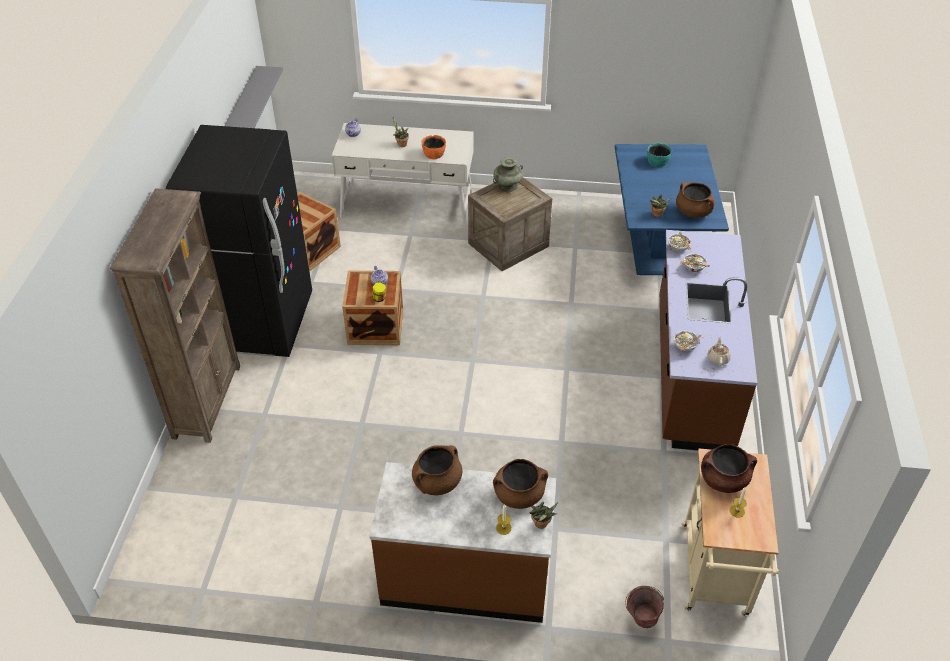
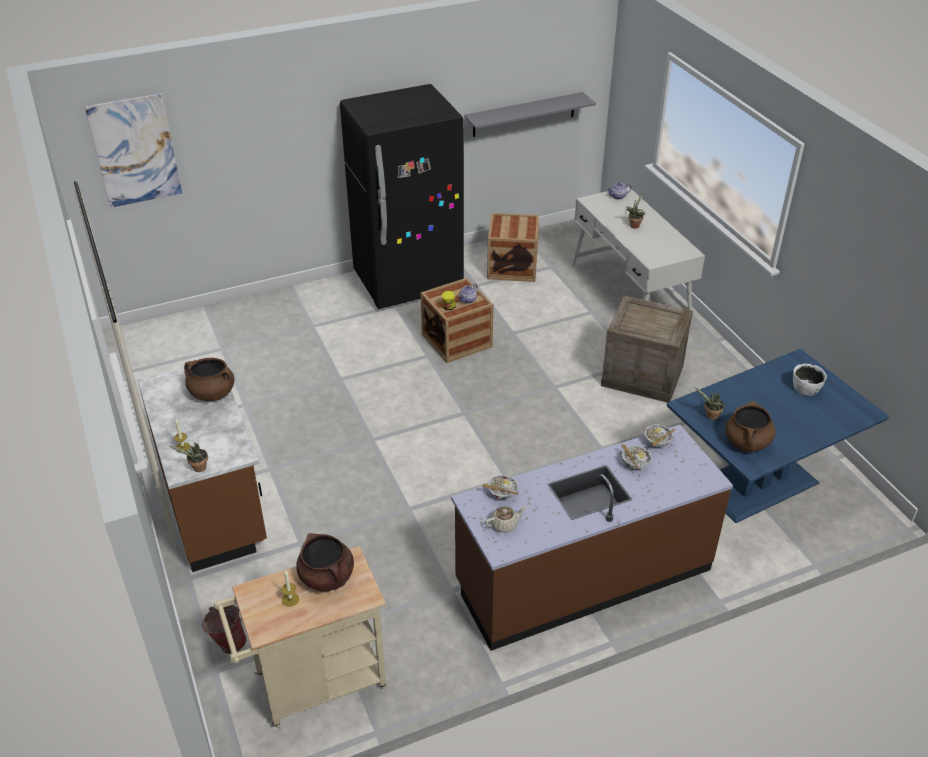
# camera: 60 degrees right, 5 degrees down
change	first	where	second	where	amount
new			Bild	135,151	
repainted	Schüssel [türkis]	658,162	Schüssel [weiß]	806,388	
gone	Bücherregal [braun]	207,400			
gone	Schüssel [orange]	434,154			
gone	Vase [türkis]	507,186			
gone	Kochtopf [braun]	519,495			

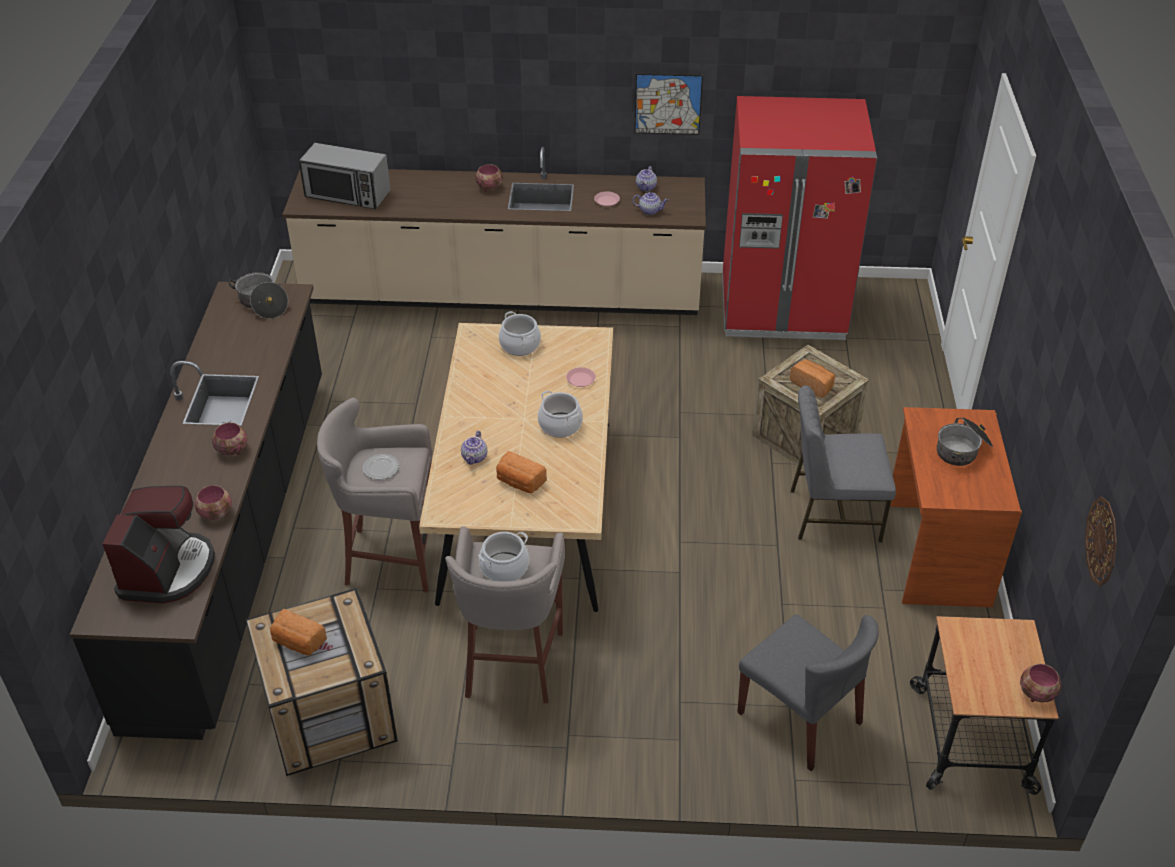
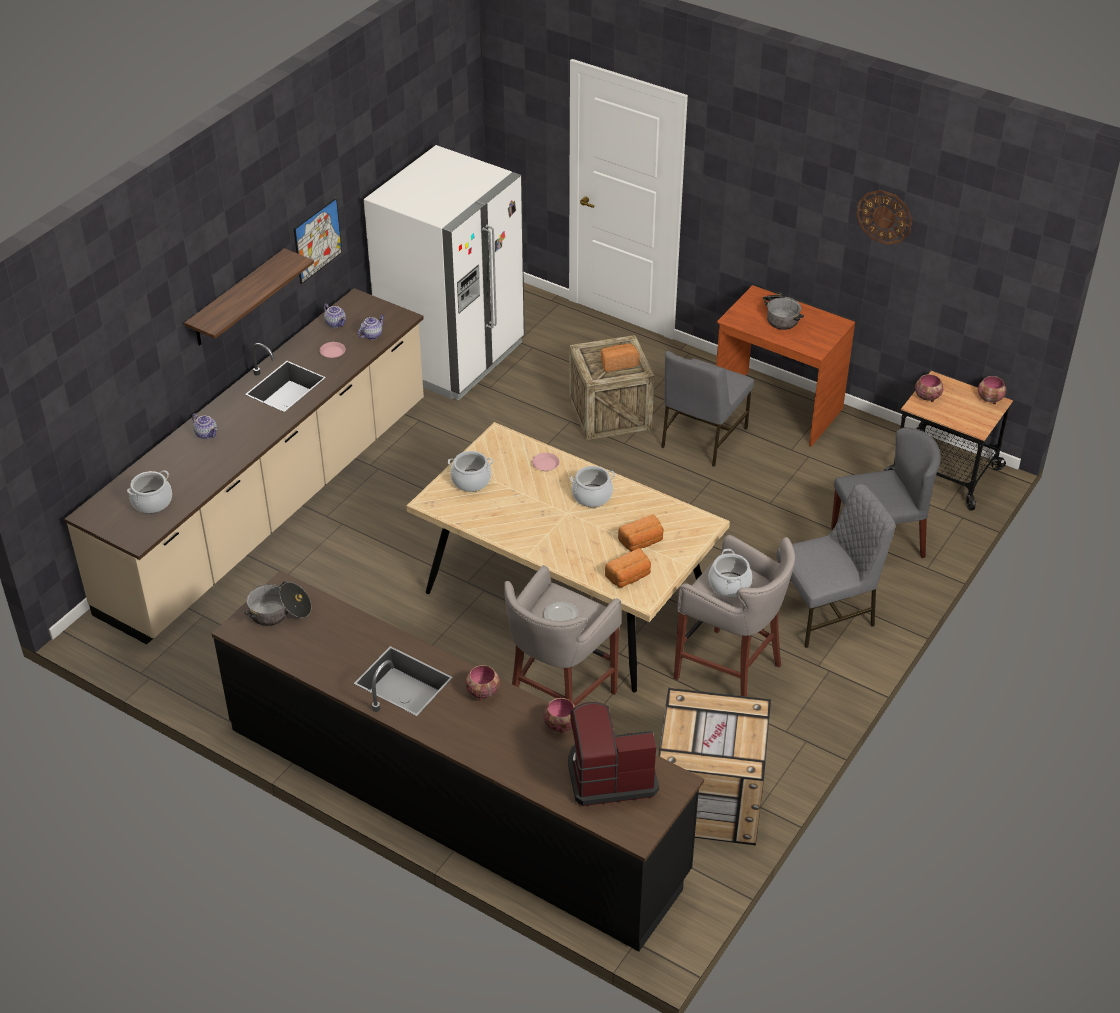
# camera: 60 degrees left, 0 degrees up
change	first	where	second	where	amount
swapped	Mikrowelle	347,194	Kochtopf	152,502	
new			Wandregal	237,299	
shifted	Teekanne	475,458		207,434	
repainted	Kühlschrank [rot]	782,309	Kühlschrank [weiß]	452,356	
rotated	Kaffeemaschine	167,570		610,774	45 degrees counterclockwise
shifted	Brot	298,642		629,577	
new			Stuhl [grau]	826,613	
shifted	Wanduhr	1102,541		884,216	
shifted	Schüssel	490,187		927,396	

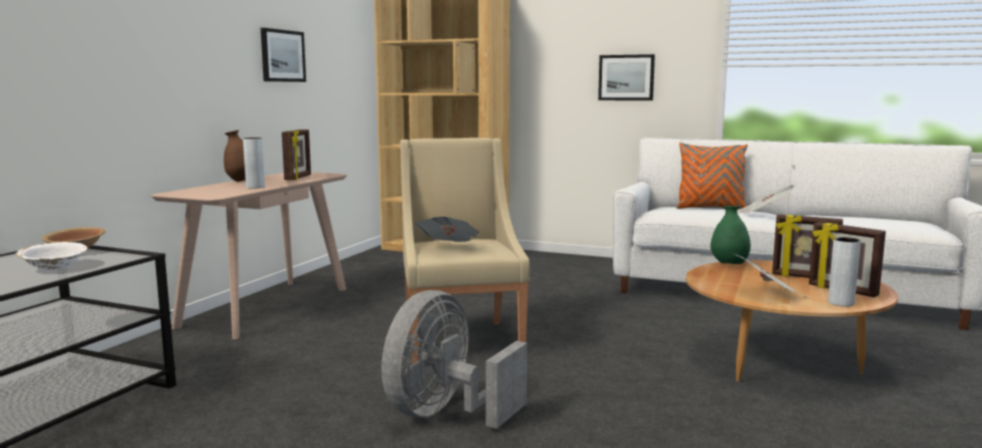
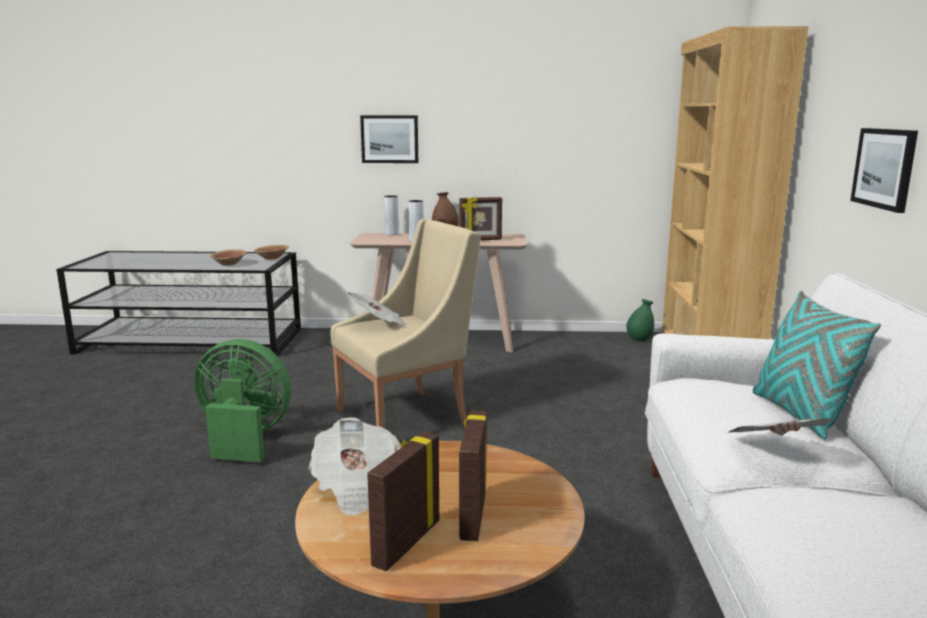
# camera: 70 degrees right, 5 degrees up
change	first	where	second	where	amount
repainted	Ventilator [grau]	445,414	Ventilator [grün]	244,438	
repainted	Schüssel [weiß]	54,268	Schüssel [braun]	229,264	
shifted	Bild	282,56		389,139	
shifted	Vase [grau]	841,303		391,234	
shifted	Vase [grün]	729,264		639,340	
repainted	Kissen [orange]	710,208	Kissen [türkis]	799,414	

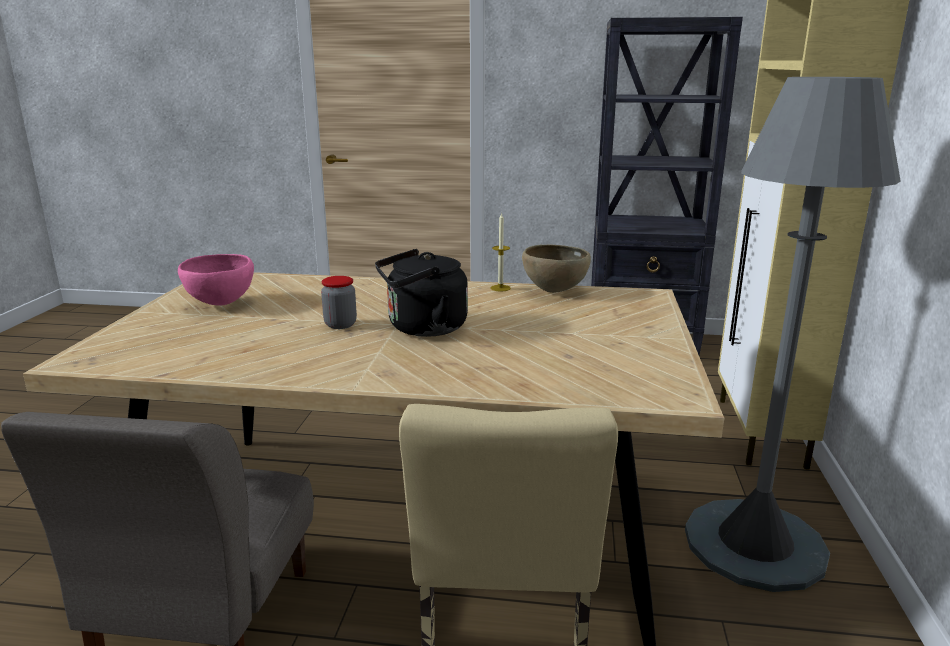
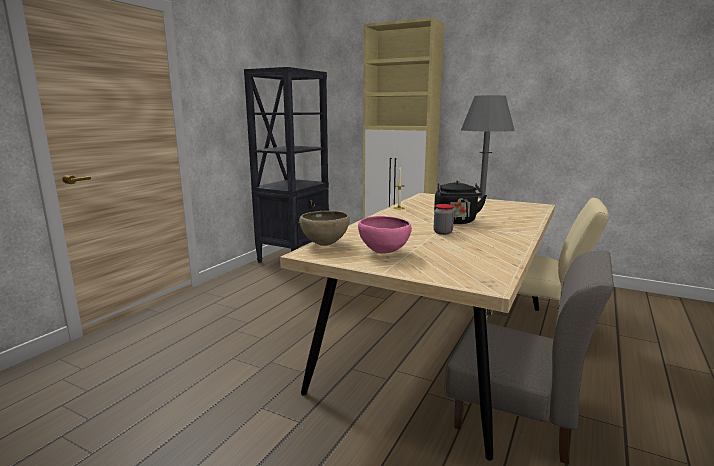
# camera: 70 degrees left, 5 degrees down
change	first	where	second	where	amount
shifted	Schüssel [braun]	554,291		325,244	

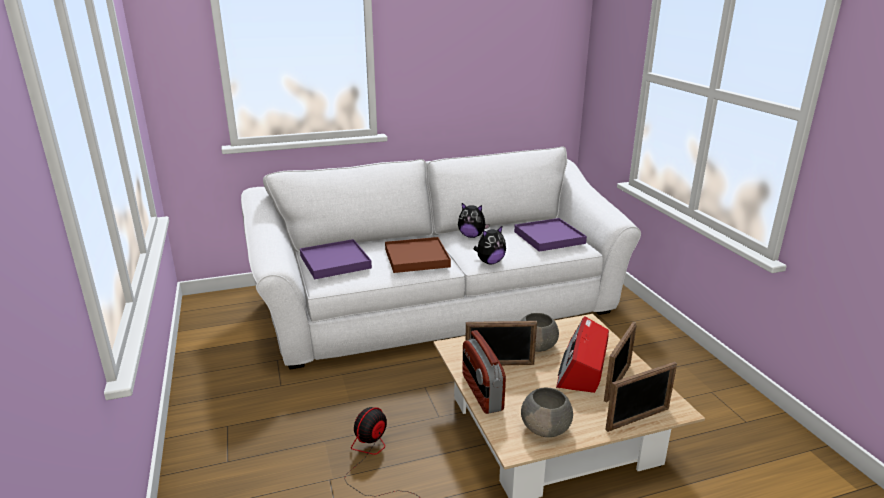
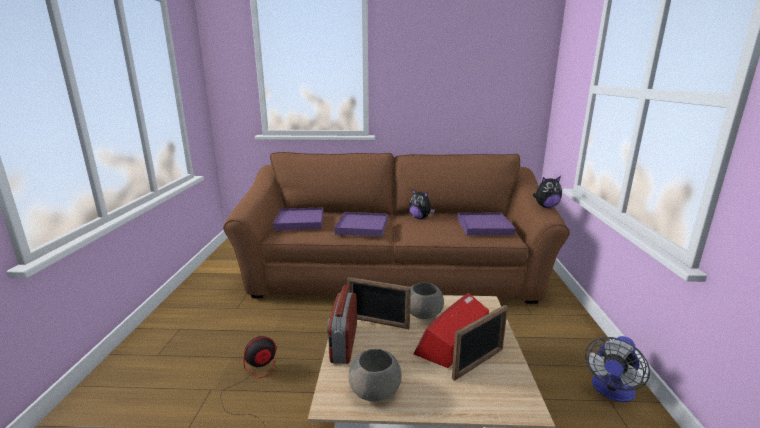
# camera: 20 degrees right, 5 degrees down
change	first	where	second	where	amount
repainted	Sofa [weiß]	440,305	Sofa [braun]	393,272	
repainted	Tablett [braun]	416,258	Tablett [lila]	362,226	
shifted	Plüschtier	490,262		546,206	
new			Ventilator	611,391	
gone	Bilderrahmen	638,419			

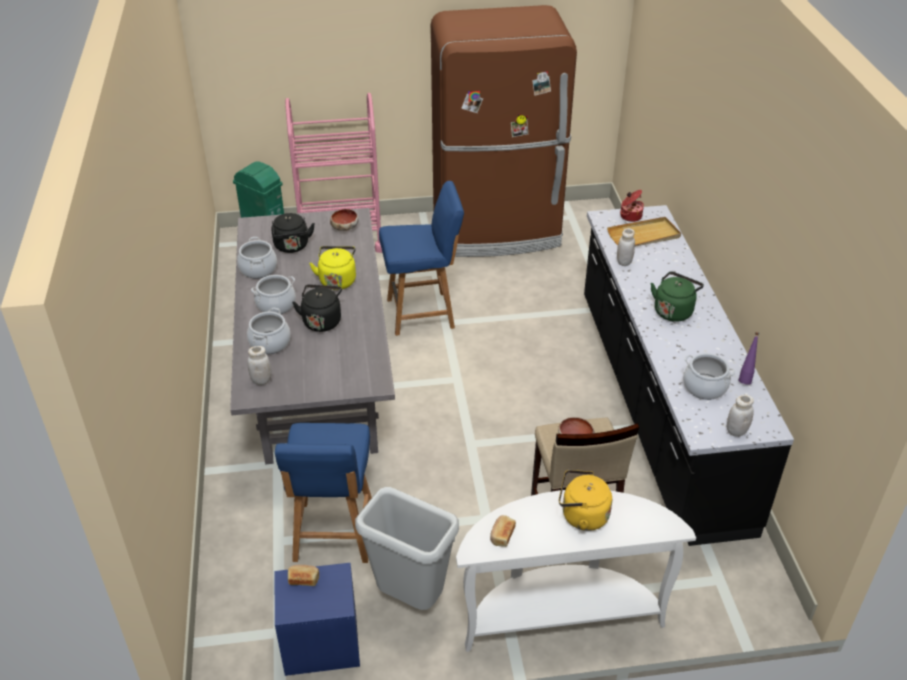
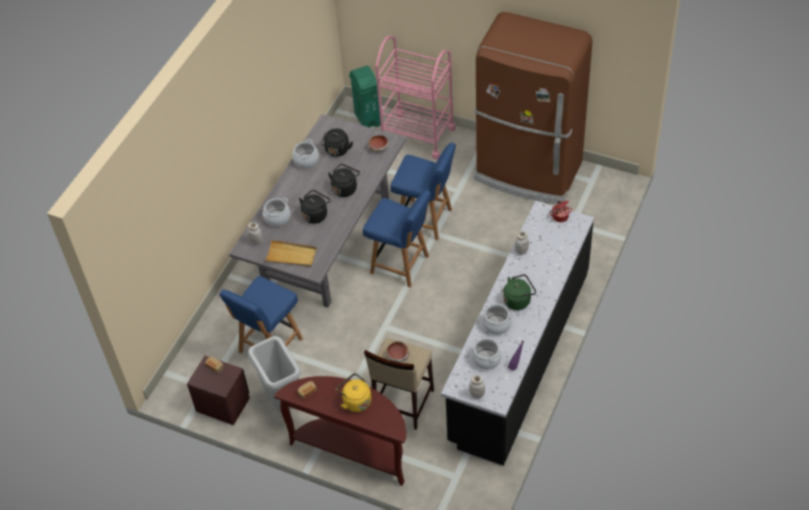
# camera: 35 degrees right, 10 degrees up
change	first	where	second	where	amount
repainted	Nachttisch [blau]	321,644	Nachttisch [braun]	223,404	
shifted	Tablett [beige]	644,235		291,255	
repainted	Konsolentisch [weiß]	560,613	Konsolentisch [braun]	353,450	
repainted	Wasserkessel [gelb]	337,280	Wasserkessel [schwarz]	345,188	
new			Stuhl [blau]	401,265	
shifted	Kochtopf	276,305		496,324	

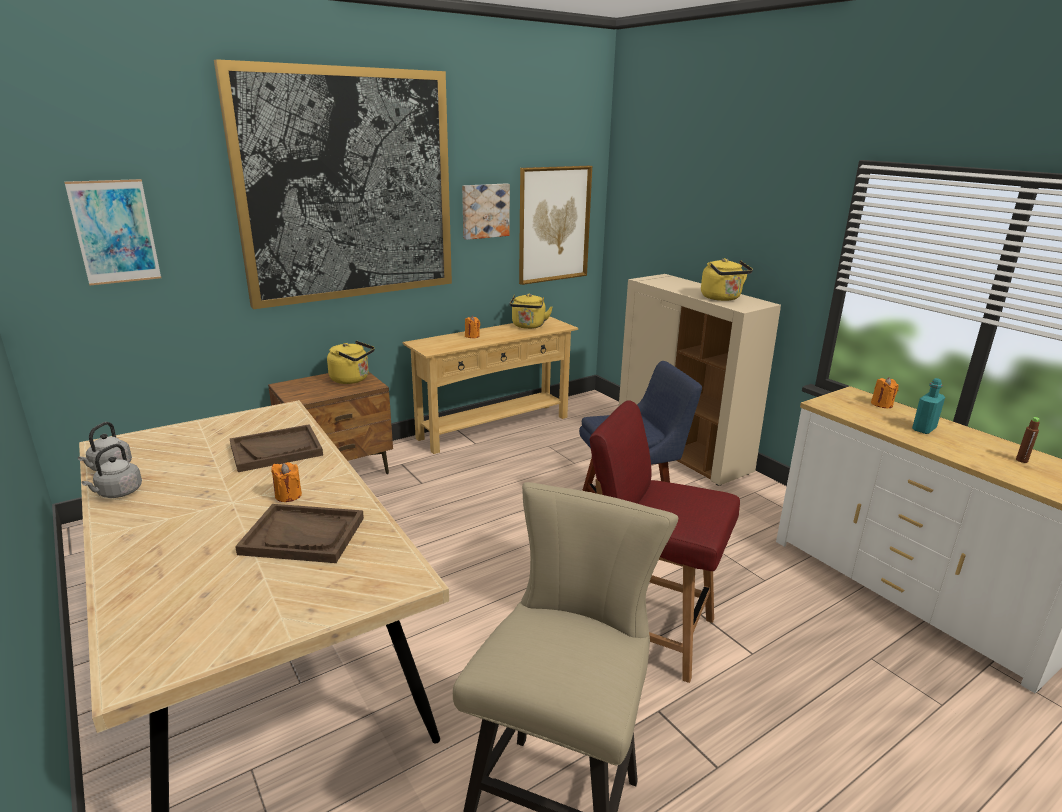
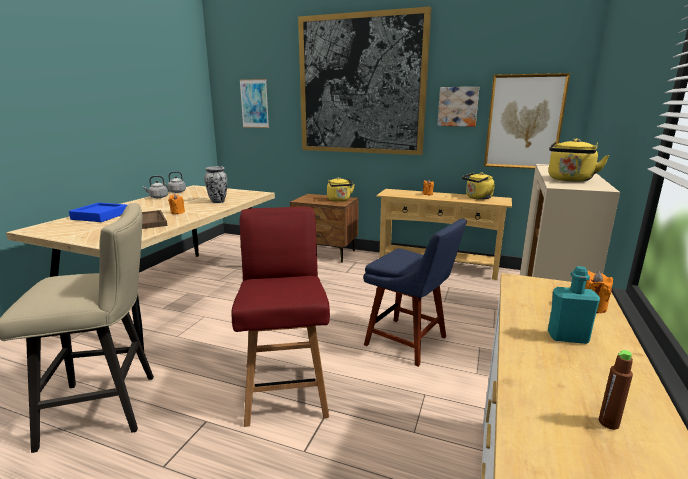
# camera: 55 degrees right, 5 degrees down
change	first	where	second	where	amount
new			Tablett [blau]	100,216	
swapped	Tablett [braun]	276,450	Vase	218,201	

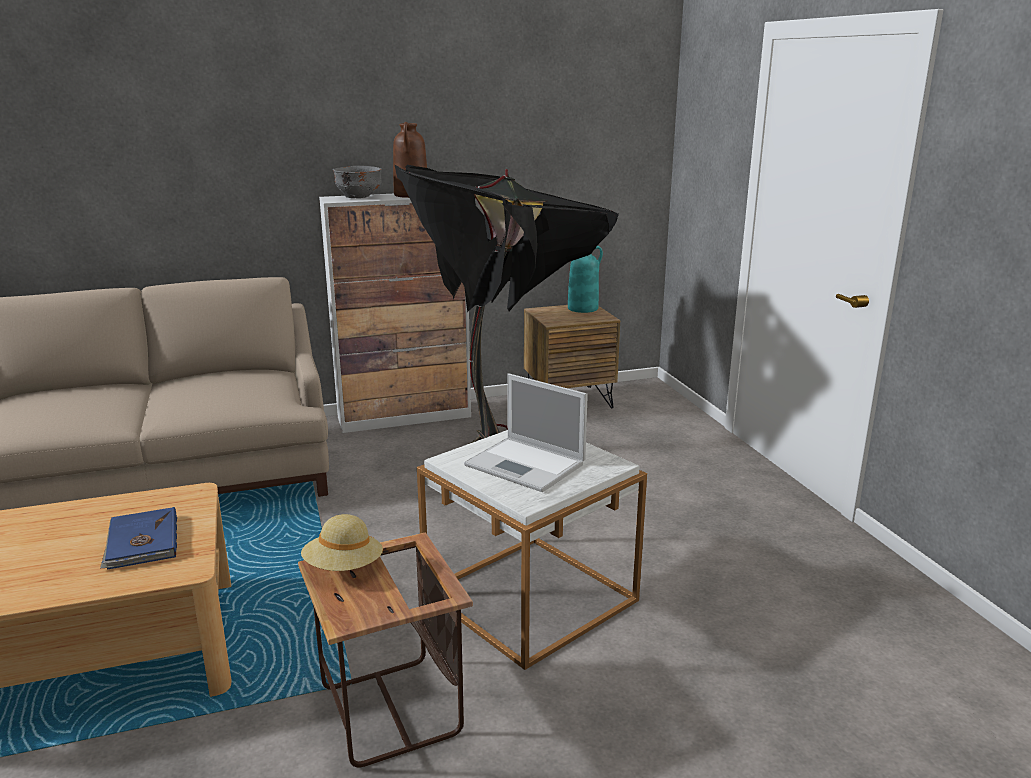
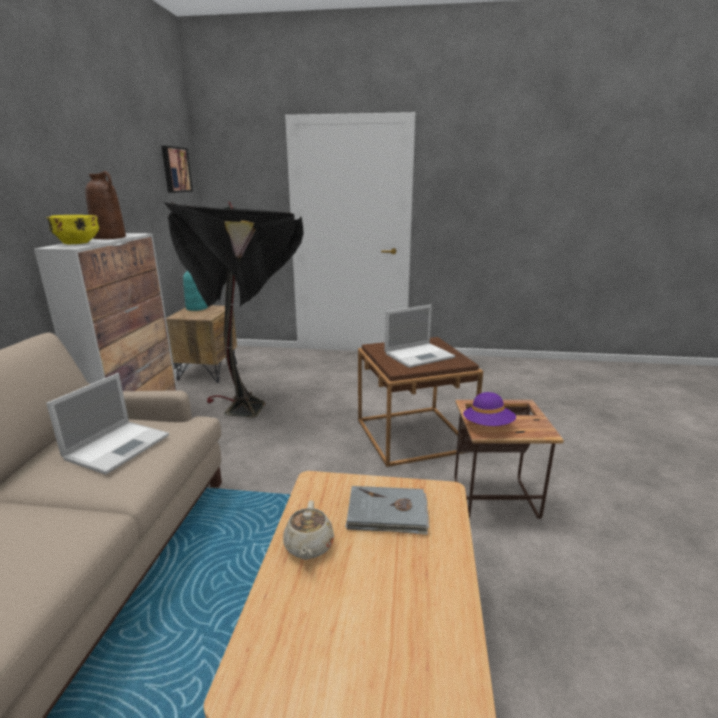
# camera: 65 degrees left, 0 degrees up
change	first	where	second	where	amount
repainted	Schüssel [grau]	359,197	Schüssel [gelb]	77,243	
new			Laptop	119,446	
new			Bild	175,169	
new			Teekanne [beige]	308,546	
repainted	Buch [blau]	141,542	Buch [grau]	387,513	
repainted	Beistelltisch [weiß]	530,597	Beistelltisch [braun]	413,435	
repainted	Hut [beige]	344,568	Hut [lila]	488,426	

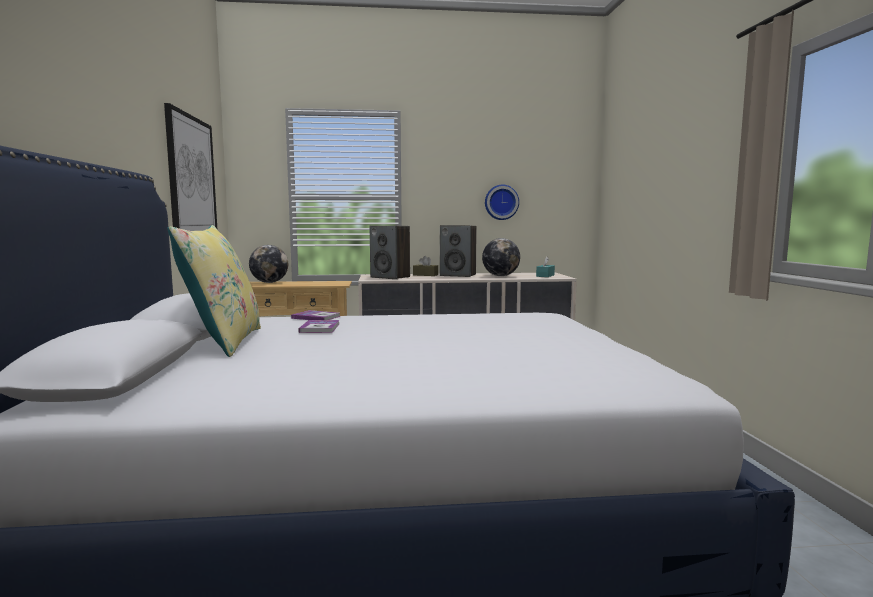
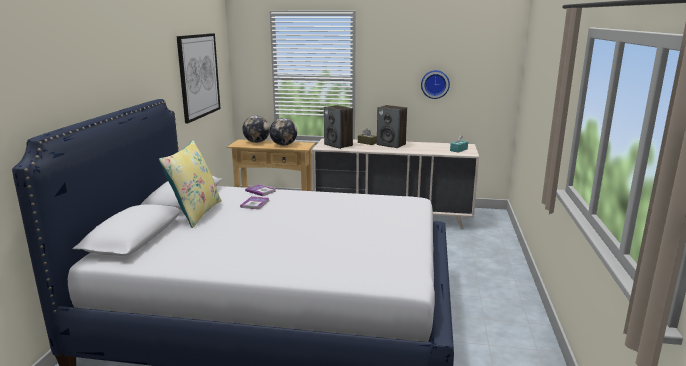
# camera: 15 degrees right, 10 degrees up
change	first	where	second	where	amount
shifted	Globus	500,276		283,145	

